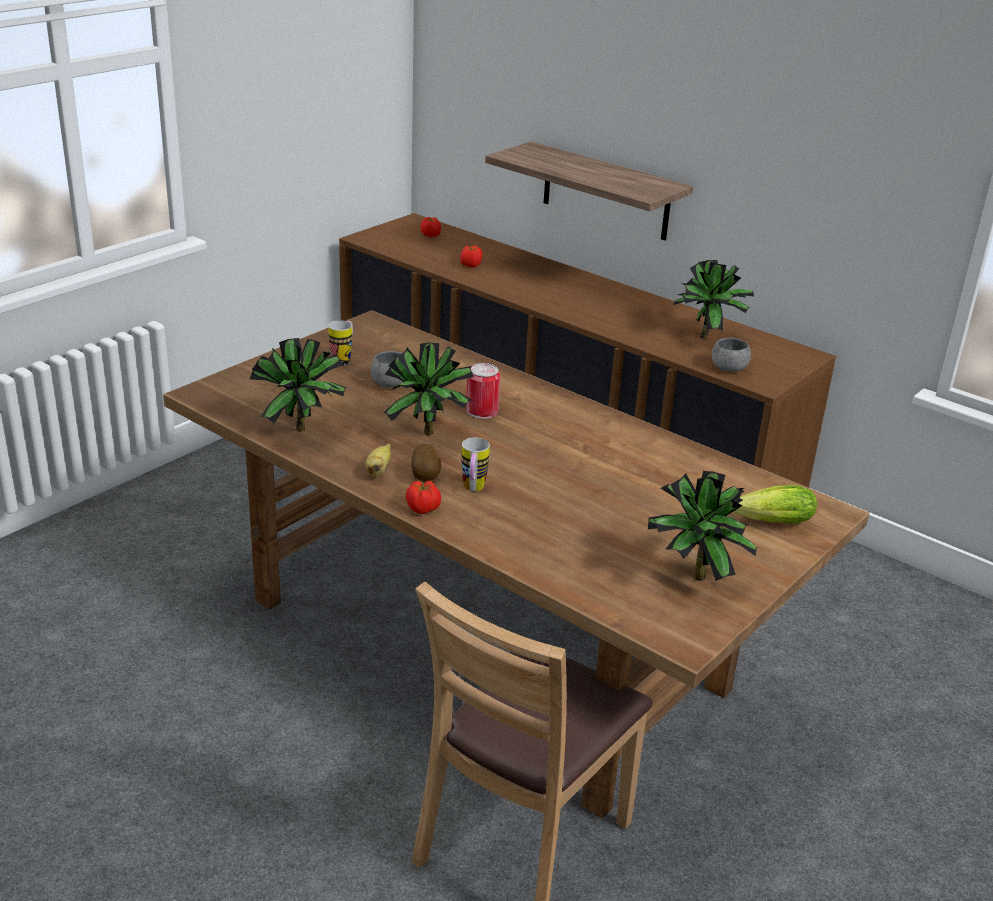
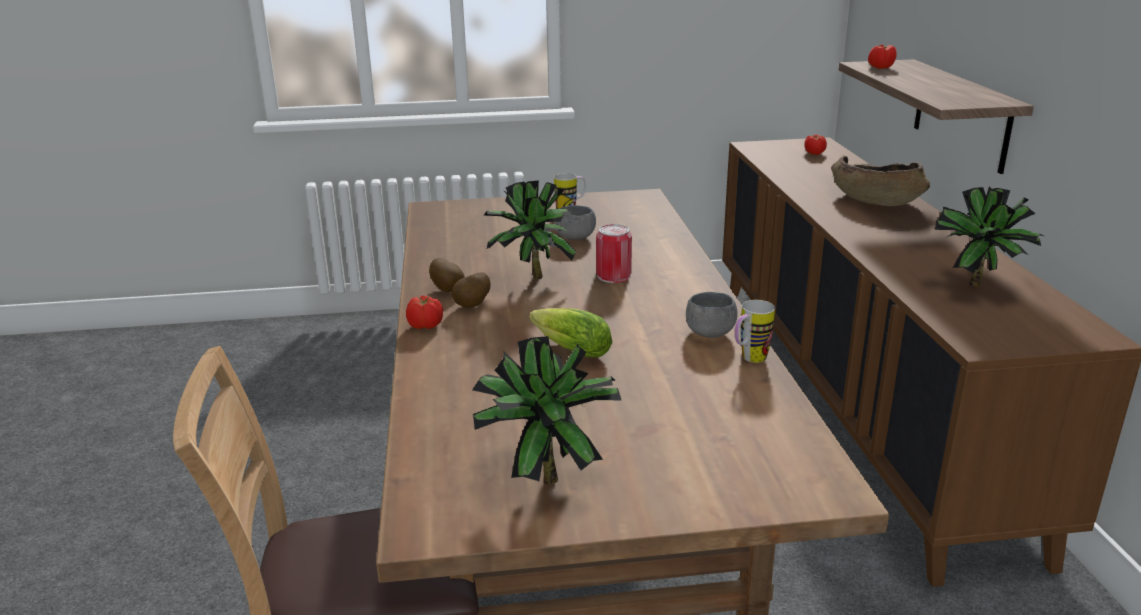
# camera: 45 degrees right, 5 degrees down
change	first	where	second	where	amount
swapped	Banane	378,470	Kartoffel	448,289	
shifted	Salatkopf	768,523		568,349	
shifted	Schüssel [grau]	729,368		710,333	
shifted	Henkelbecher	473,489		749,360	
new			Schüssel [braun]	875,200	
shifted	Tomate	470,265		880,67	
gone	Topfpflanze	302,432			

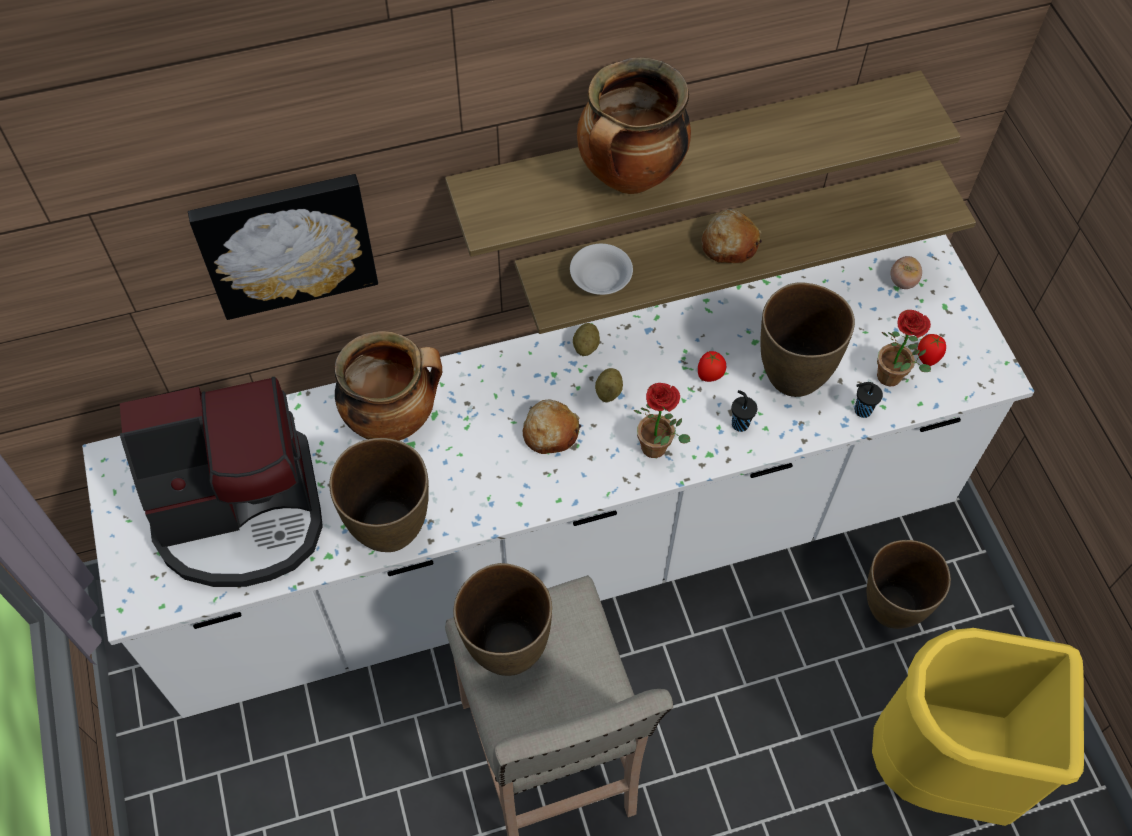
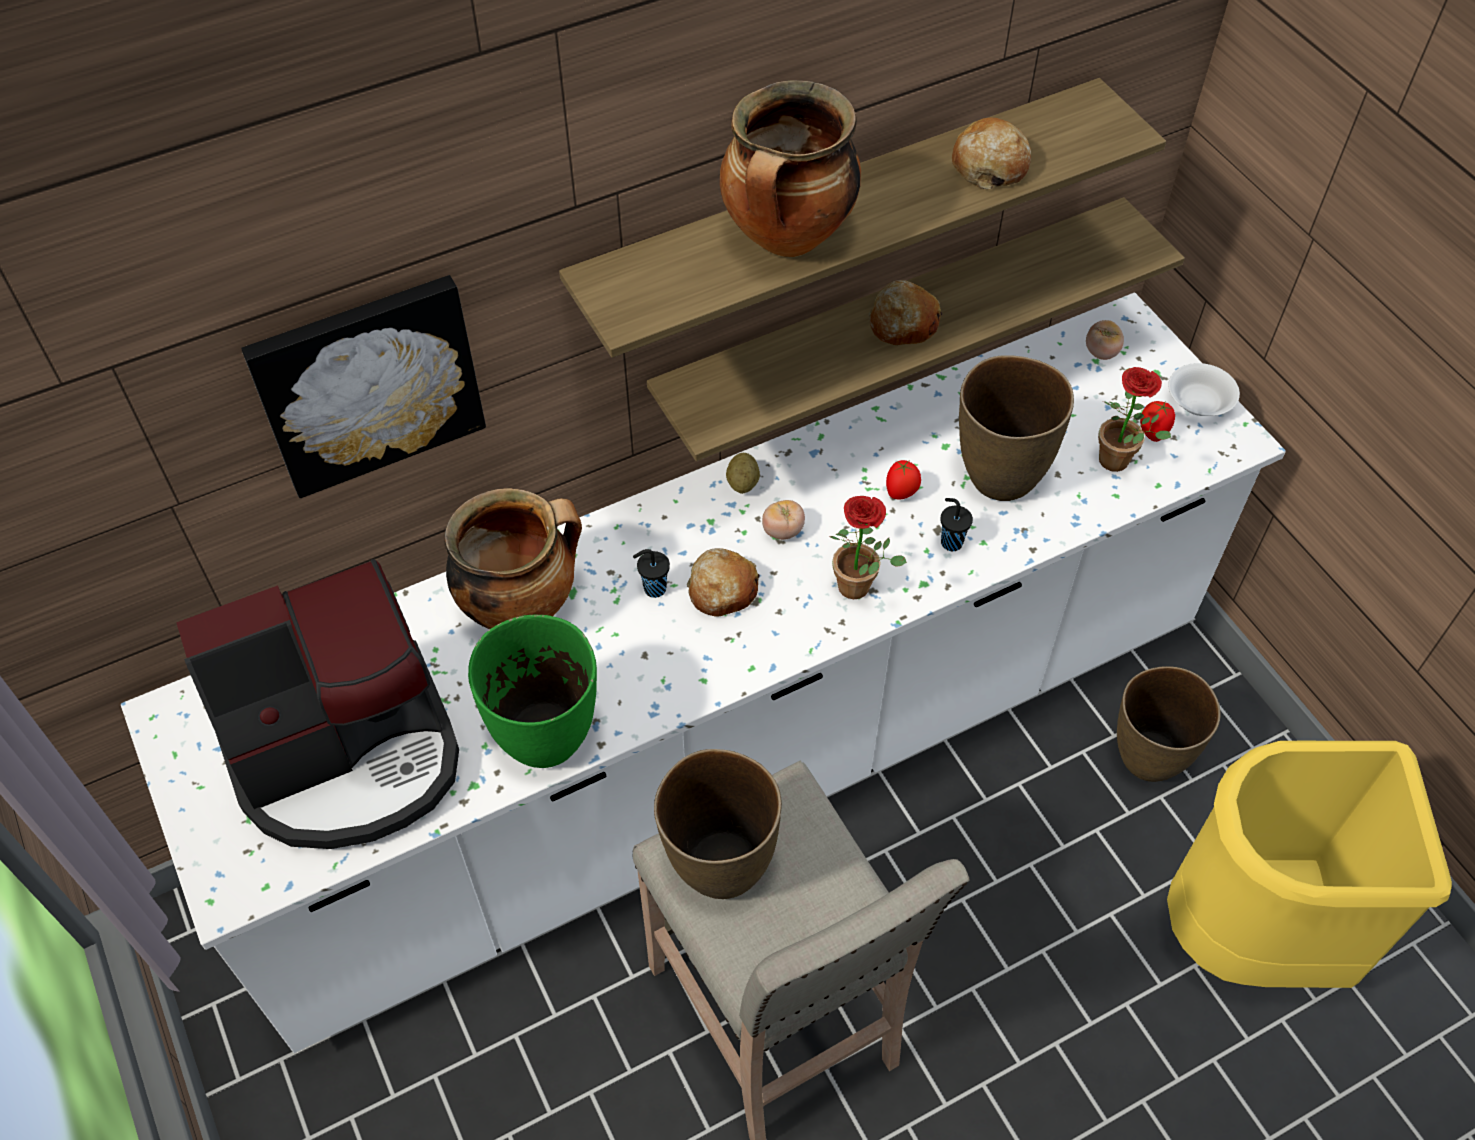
# camera: 10 degrees left, 5 degrees down
change	first	where	second	where	amount
repainted	Vase [braun]	391,529	Vase [grün]	547,739	
shifted	Tasse [schwarz]	861,410		653,588	
swapped	Kartoffel	608,391	Tomate	783,531	
new			Brot	989,165	
shifted	Schüssel [weiß]	601,279		1200,402	

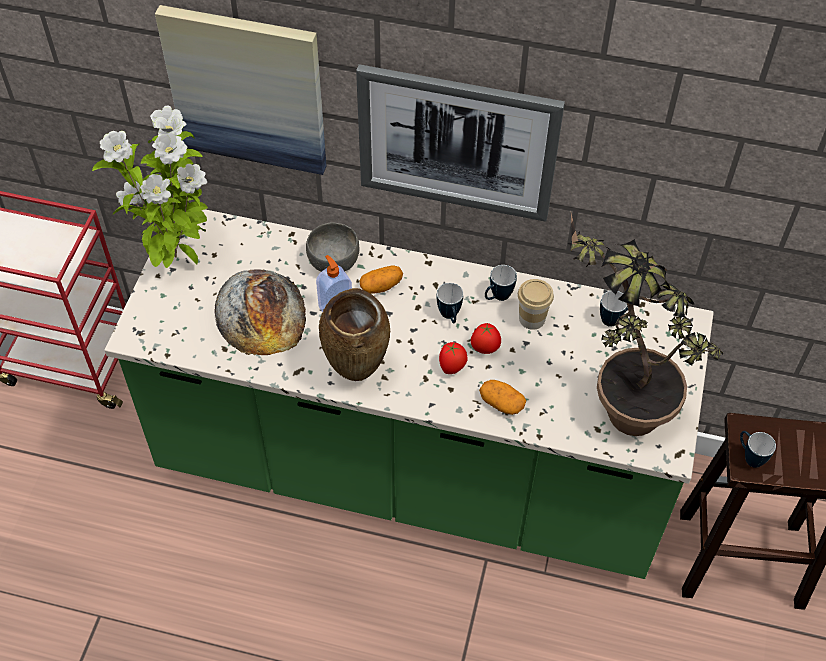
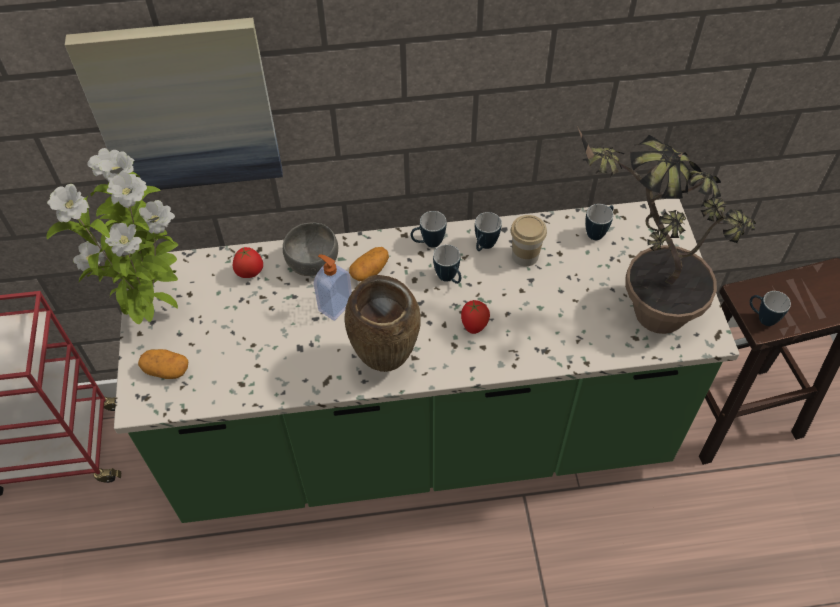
# camera: 20 degrees left, 0 degrees up
change	first	where	second	where	amount
shifted	Kartoffel	501,403		166,370	
shifted	Tomate	485,348		250,273	
new			Henkelbecher	428,243	
gone	Brot	261,312			
gone	Bild	457,142			

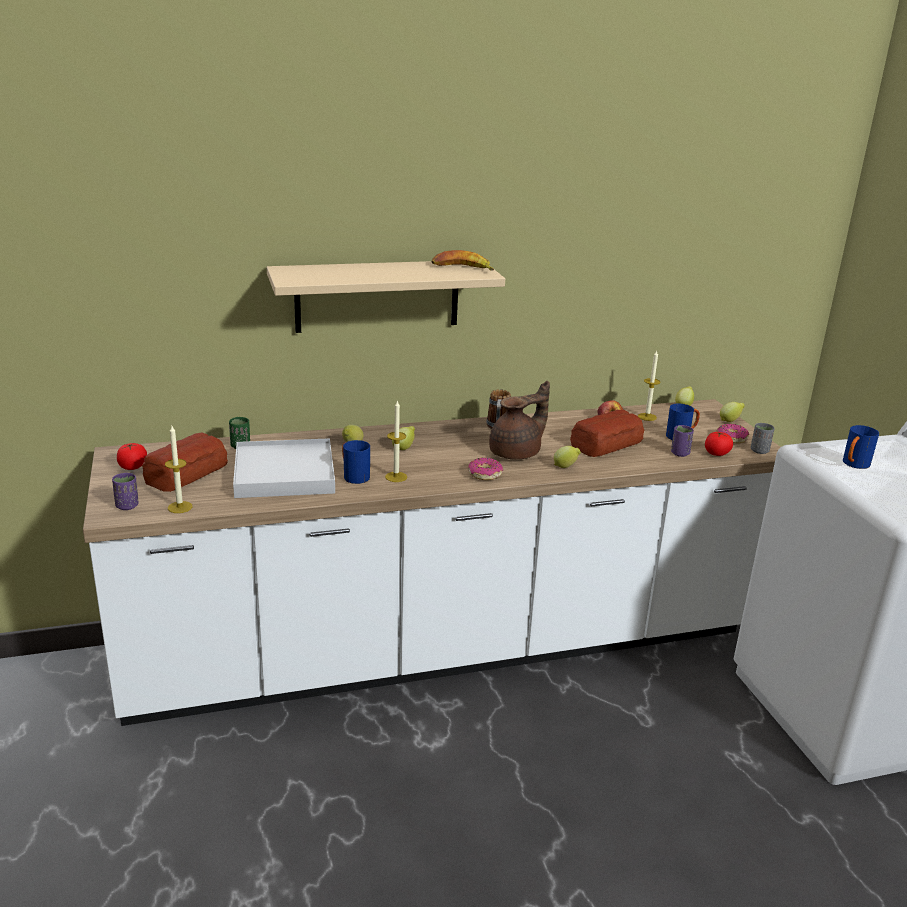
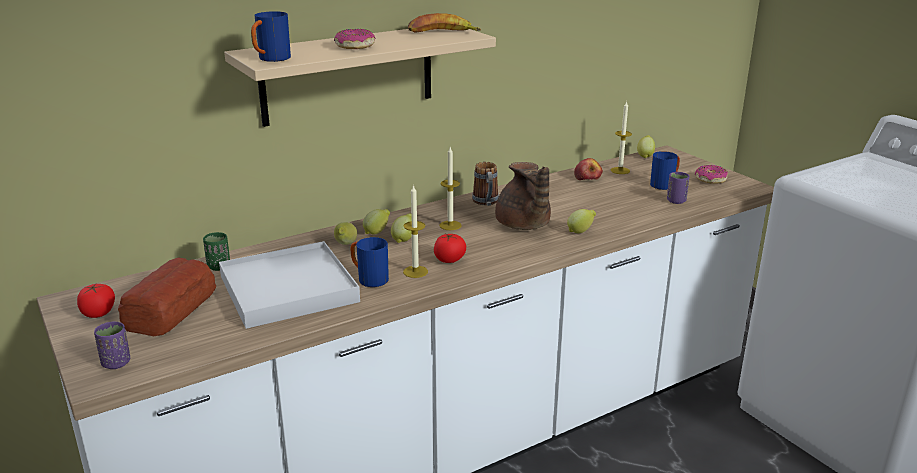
# camera: 15 degrees left, 0 degrees up
change	first	where	second	where	amount
shifted	Henkelbecher [blau]	854,465		270,59	
shifted	Donut	484,474		354,46	
shifted	Zitrone	730,421		377,232	
shifted	Tomate	716,453		449,259	
shifted	Kerze	180,507		450,225	
rotated	Teekanne [braun]	517,453		523,225	120 degrees clockwise
gone	Brot	607,444			
gone	Tasse [grau]	759,451			

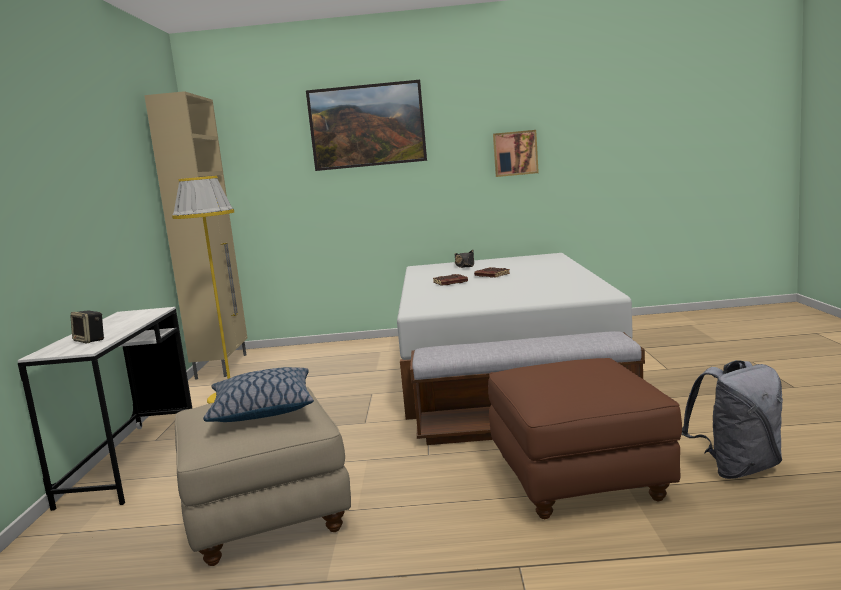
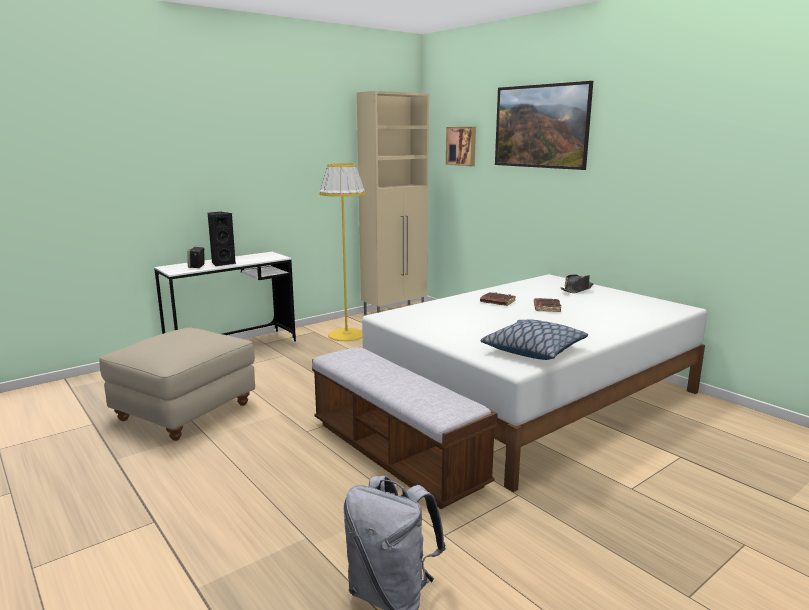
# camera: 50 degrees right, 5 degrees up
change	first	where	second	where	amount
new			Lautsprecher [schwarz]	222,263	
shifted	Bild	515,153		462,146	
shifted	Kissen	262,409		533,350	
gone	Polsterhocker [braun]	579,479			

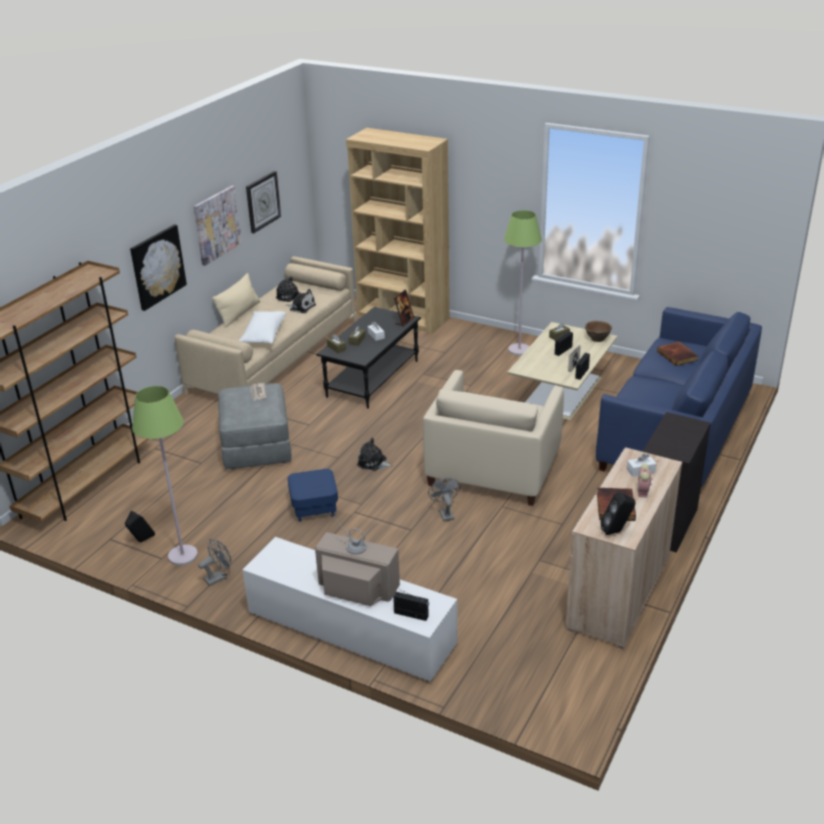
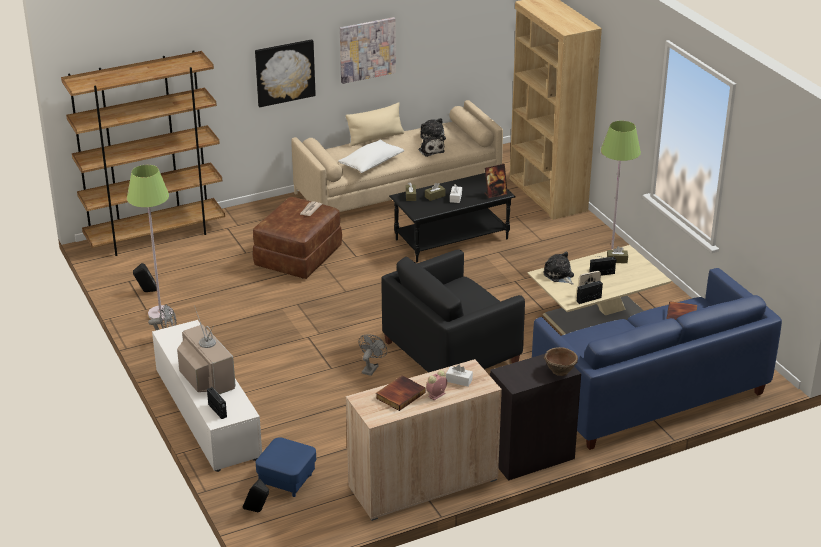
# camera: 35 degrees right, 0 degrees up
change	first	where	second	where	amount
shifted	Lautsprecher [schwarz]	616,531		258,511	
repainted	Polsterhocker [grau]	256,446	Polsterhocker [braun]	298,256	
shifted	Polsterhocker [blau]	314,508		287,480	
repainted	Sessel [beige]	493,469	Sessel [schwarz]	451,353	
shifted	Plüschtier	373,463		559,275	
shifted	Schüssel [braun]	597,339		559,371	
gone	Wanduhr	262,201			

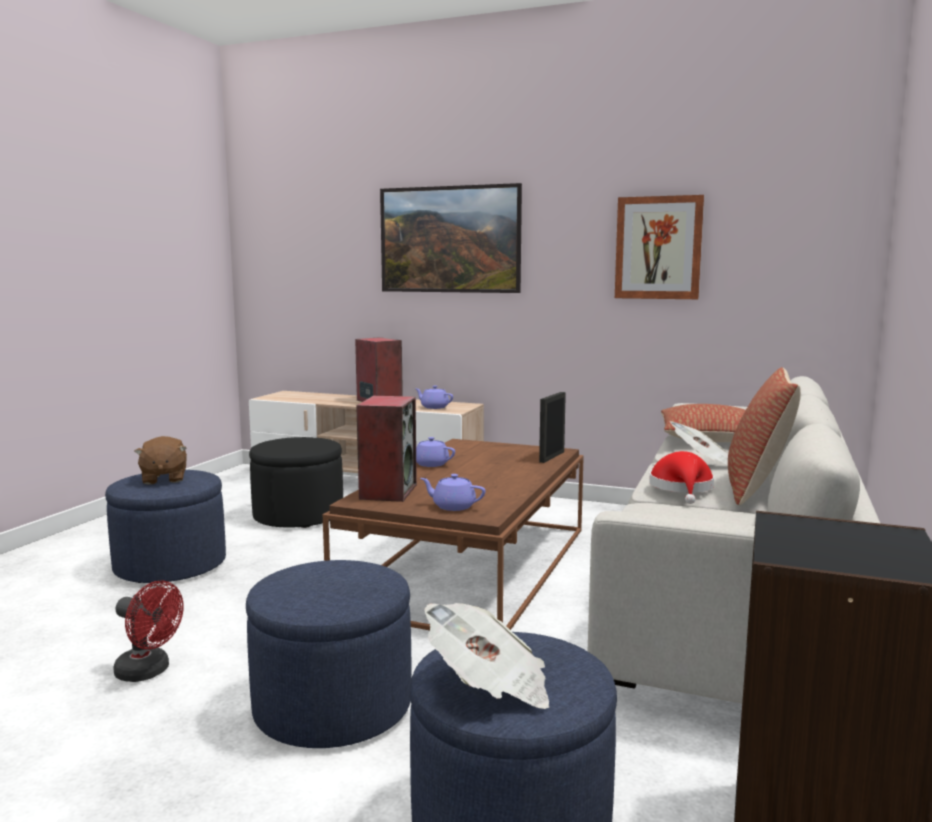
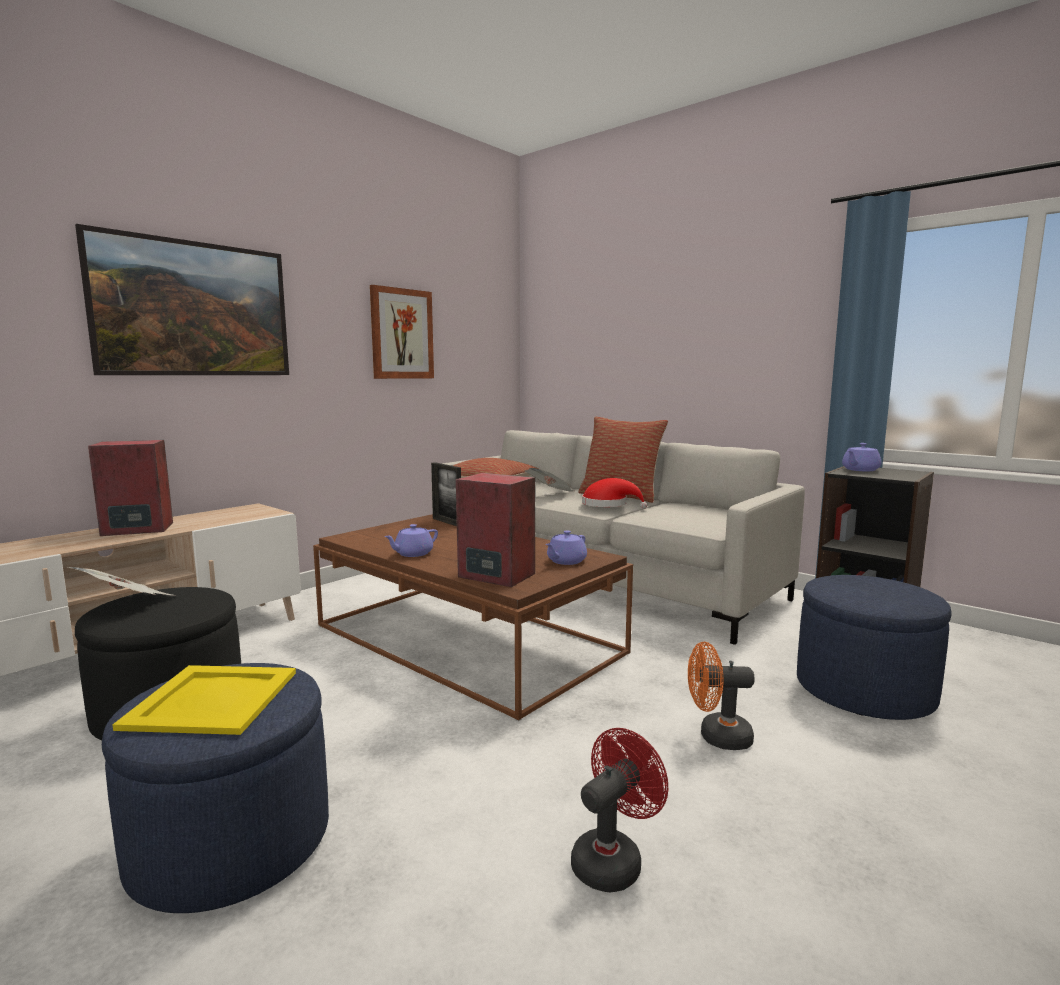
# camera: 70 degrees left, 0 degrees up
change	first	where	second	where	amount
shifted	Zeitung	490,686		126,604	
swapped	Plüschtier [braun]	163,479	Tablett [gelb]	212,699	
swapped	Polsterhocker [blau]	333,706	Ventilator [orange]	717,737	
shifted	Teekanne [lila]	434,407		860,470	

